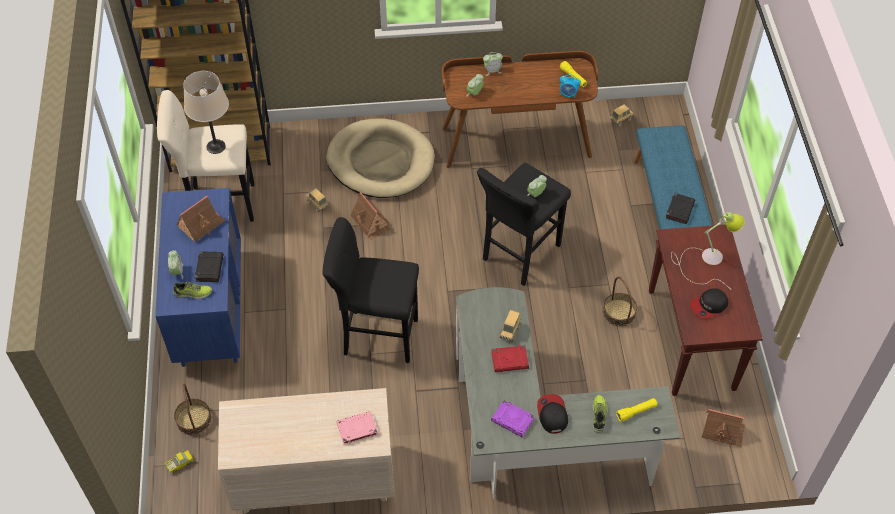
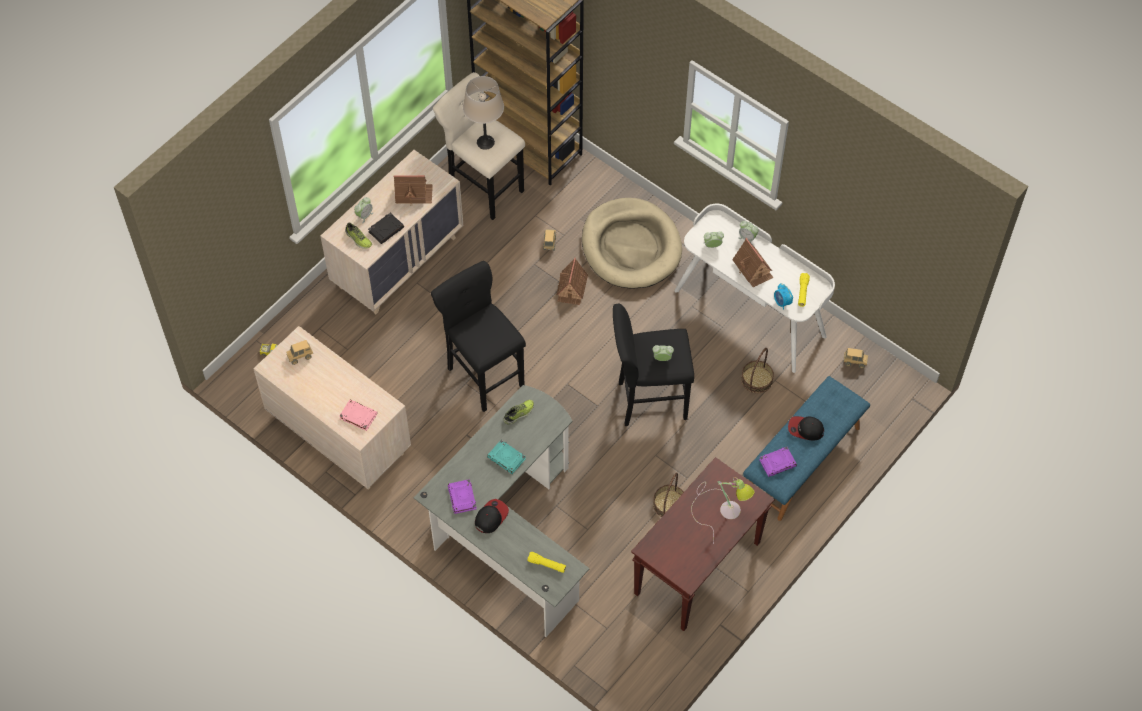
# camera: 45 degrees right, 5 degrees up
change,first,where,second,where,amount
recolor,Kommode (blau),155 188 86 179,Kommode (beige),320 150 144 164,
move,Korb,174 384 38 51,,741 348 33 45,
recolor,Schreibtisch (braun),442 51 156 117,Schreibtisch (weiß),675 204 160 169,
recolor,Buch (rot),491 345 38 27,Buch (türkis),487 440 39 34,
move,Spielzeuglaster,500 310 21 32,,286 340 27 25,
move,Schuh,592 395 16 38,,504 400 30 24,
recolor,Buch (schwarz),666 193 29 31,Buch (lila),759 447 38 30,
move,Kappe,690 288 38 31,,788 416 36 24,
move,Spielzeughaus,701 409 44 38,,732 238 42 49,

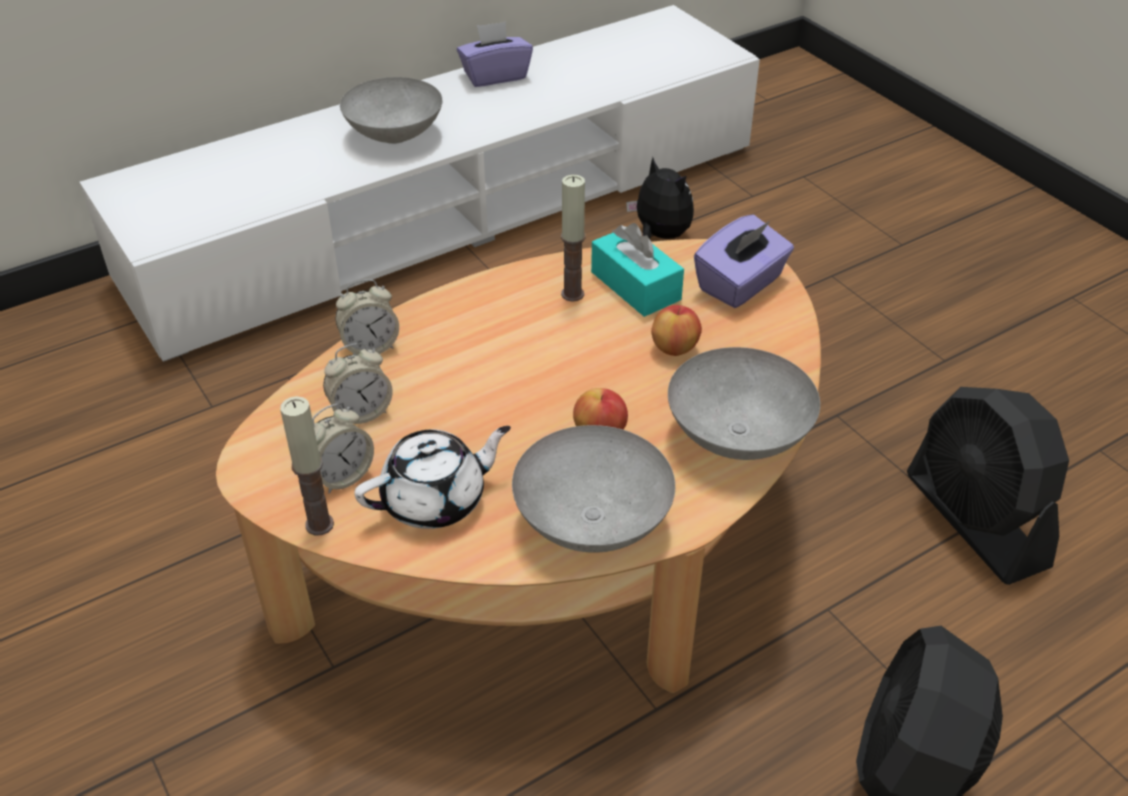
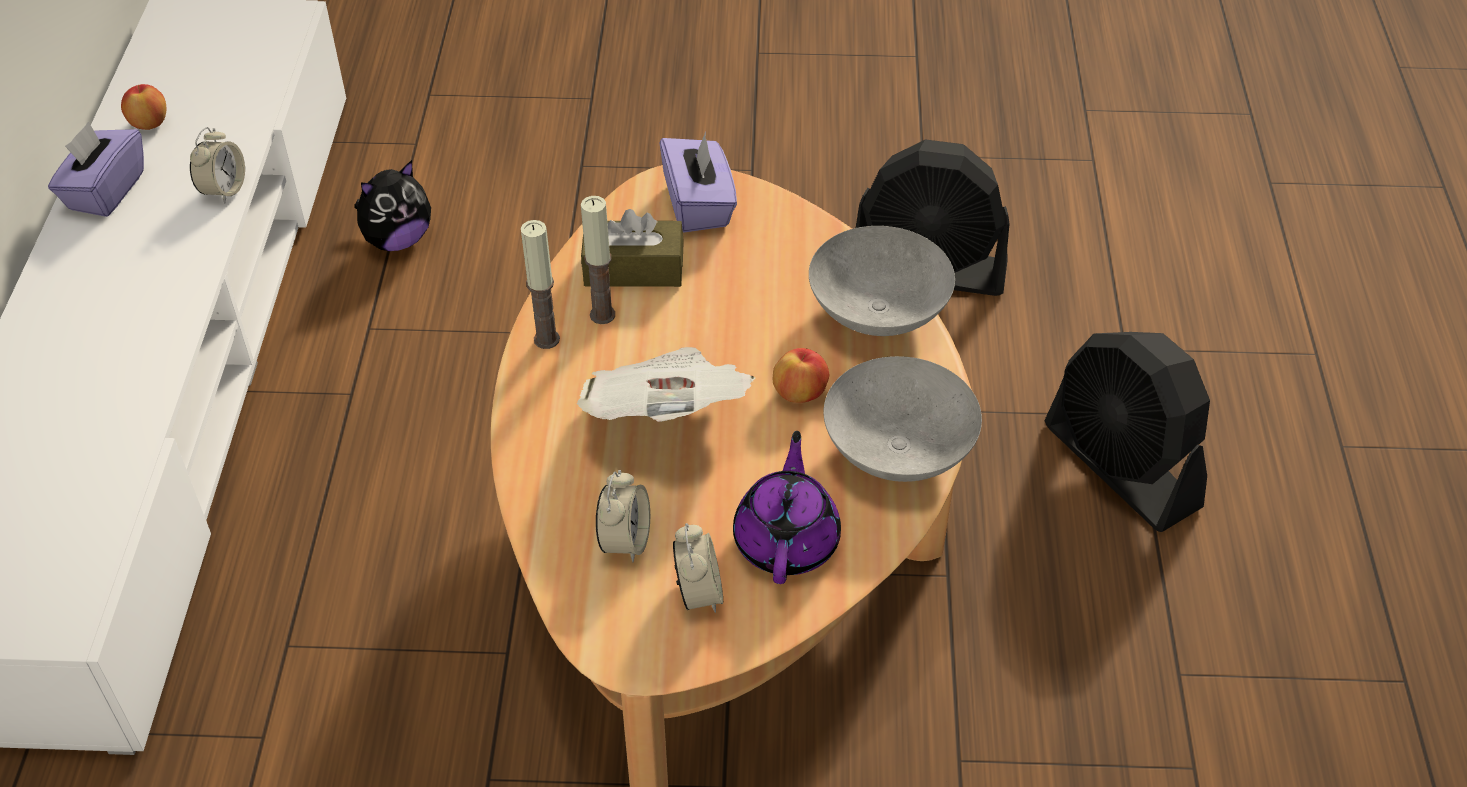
# camera: 55 degrees left, 5 degrees up
change,first,where,second,where,amount
move,Kerze,280 396 54 139,,521 220 39 129,
move,Wecker,336 279 63 76,,190 127 55 77,
delete,Schüssel (grau),340 77 102 67,,,
recolor,Teekanne (weiß),354 426 157 103,Teekanne (lila),733 431 108 153,
recolor,Taschentuchbox (türkis),591 223 93 94,Taschentuchbox (braun),581 209 103 78,
rotate,Plüschtier,626 157 68 82,,354 160 77 91,150 degrees clockwise
move,Apfel,651 305 51 51,,121 84 45 46,
insert,,,Zeitung,577 347 179 75,

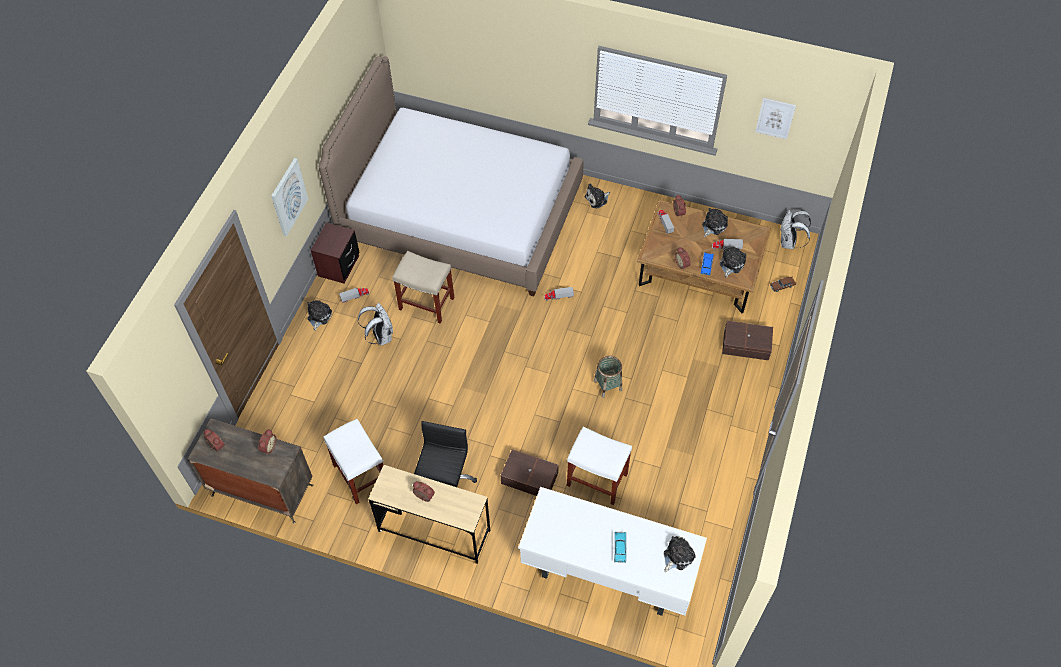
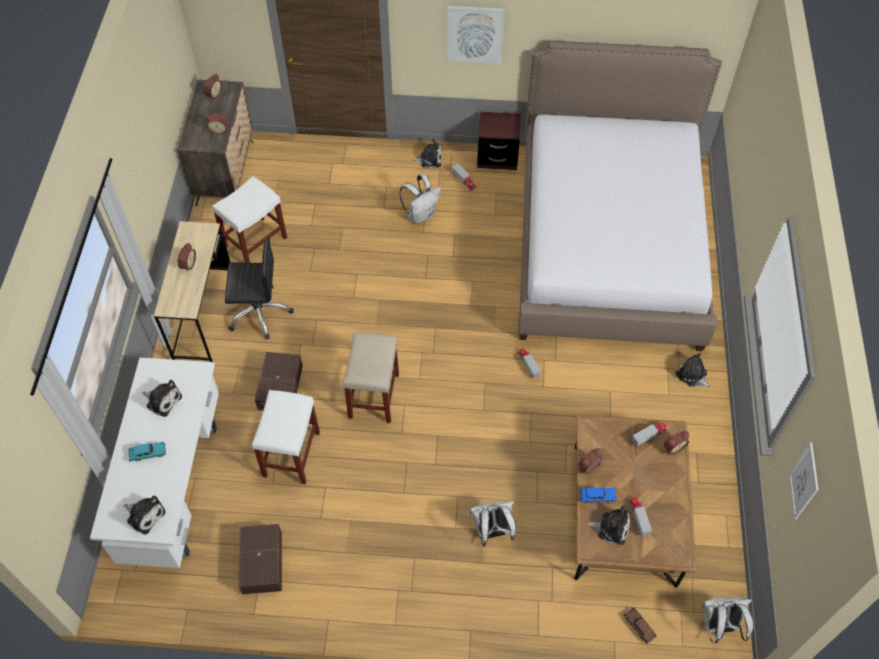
# camera: 75 degrees right, 0 degrees up
change,first,where,second,where,amount
move,Hocker (beige),392 251 62 73,,343 332 56 91,
delete,Korb,594 356 28 42,,,
move,Plüschtier,702 208 26 29,,142 380 40 37,
move,Aufbewahrungsbox (braun),722 321 51 39,,239 524 43 70,
insert,,,Rucksack (weiß),470 501 46 45,

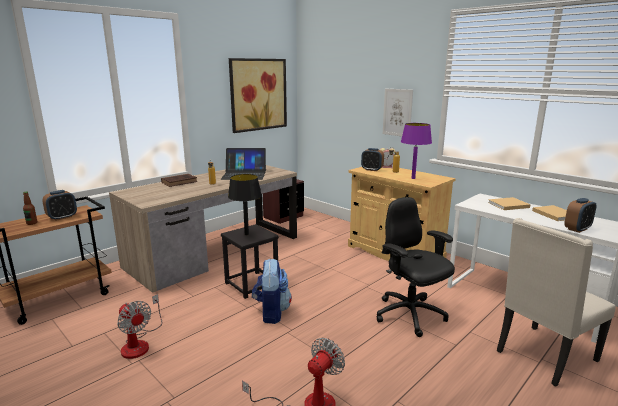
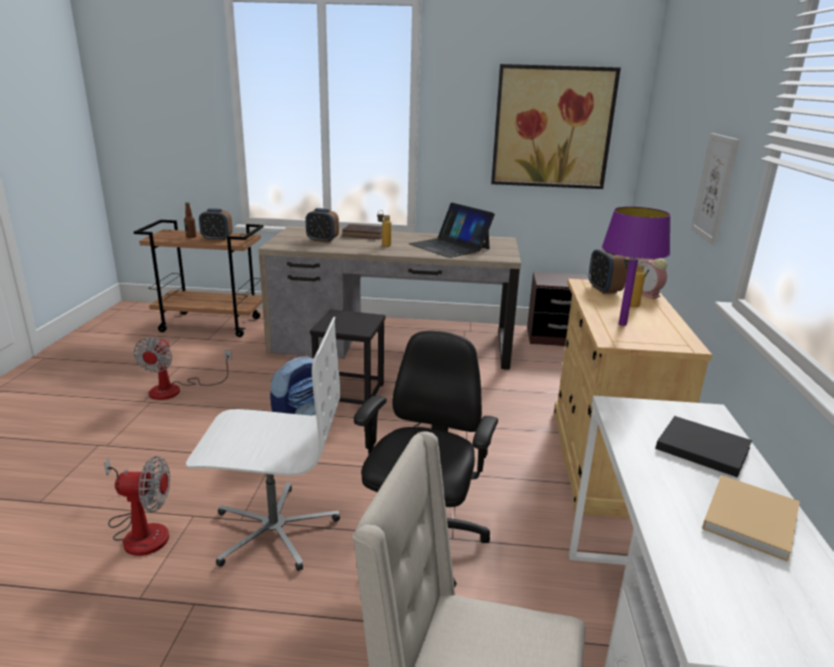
# camera: 50 degrees right, 5 degrees up
change,first,where,second,where,amount
delete,Tischlampe (schwarz),228 174 34 61,,,
recolor,Buch (beige),488 197 43 13,Buch (schwarz),655 416 97 62,
move,Wecker,564 198 33 35,,306 208 33 35,
insert,,,Bürostuhl (weiß),186 317 154 254,

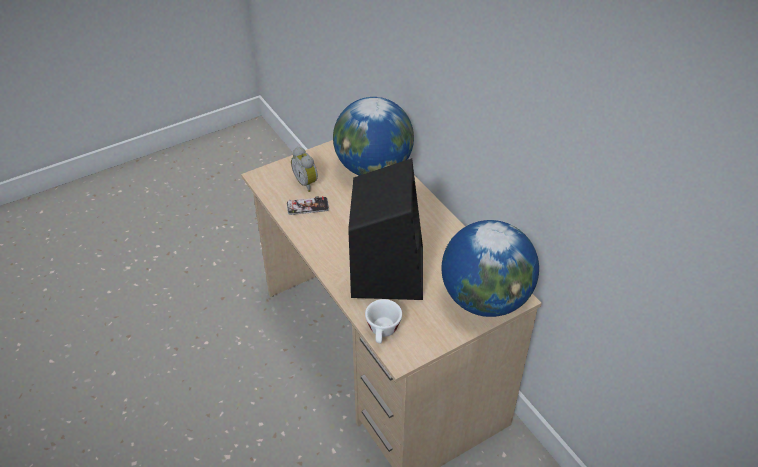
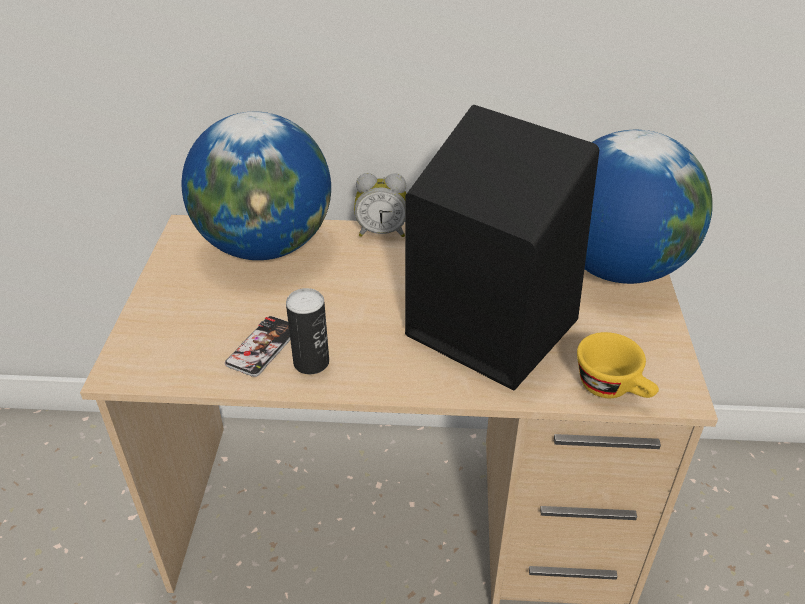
# camera: 55 degrees left, 5 degrees down
change,first,where,second,where,amount
move,Wecker,291 147 27 45,,354 173 53 64,
recolor,Tasse (weiß),365 299 37 44,Tasse (gelb),577 332 82 66,
insert,,,Dose,286 288 43 86,

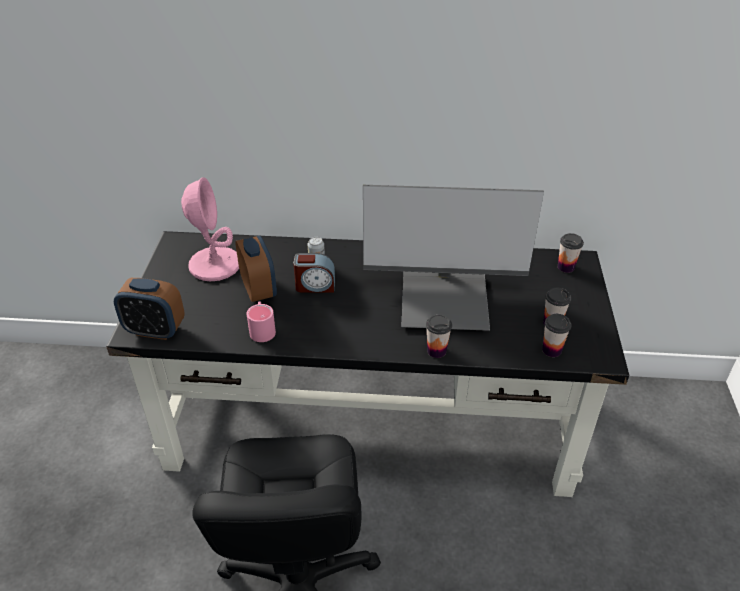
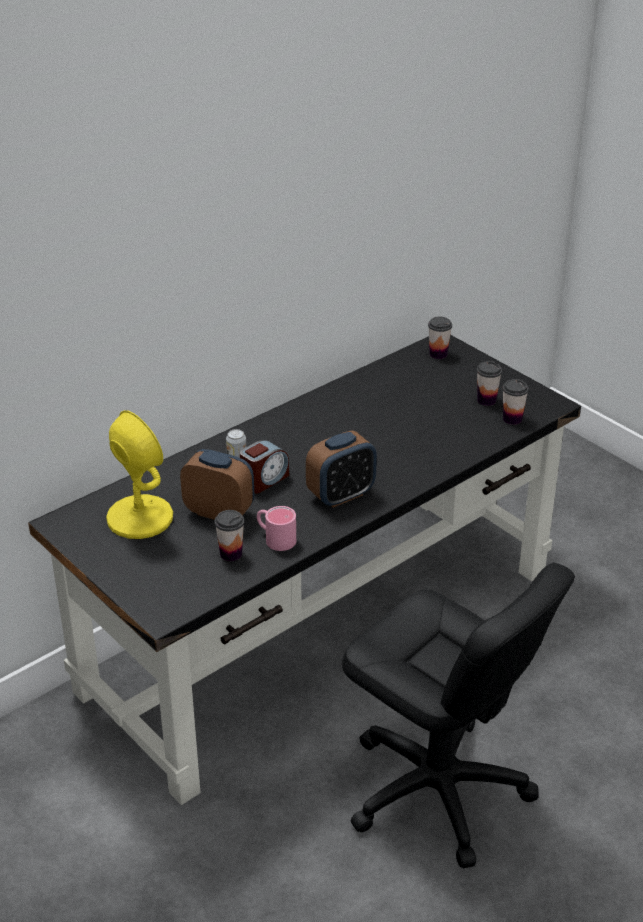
# camera: 45 degrees left, 5 degrees down
change,first,where,second,where,amount
move,Wecker,114 278 71 62,,306 431 71 77,
recolor,Tischlampe (rosa),181 177 58 104,Tischlampe (gelb),106 410 67 129,
delete,Monitor,363 185 181 146,,,
move,Tasse,426 314 26 44,,214 510 30 51,

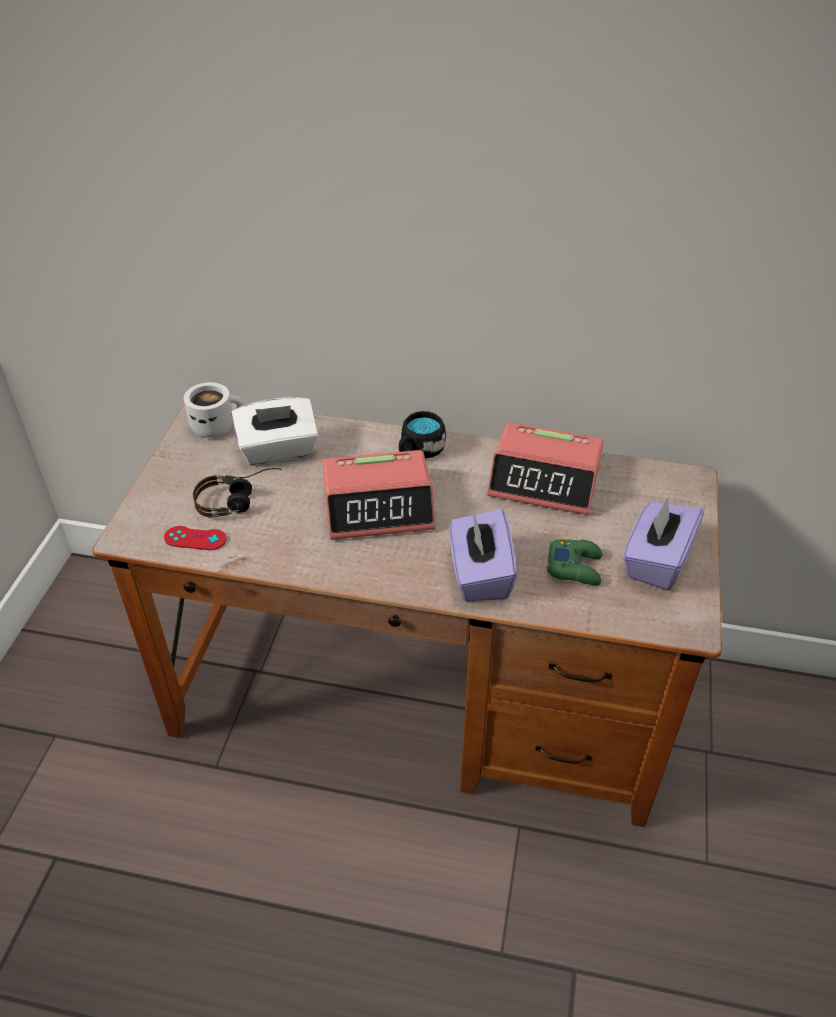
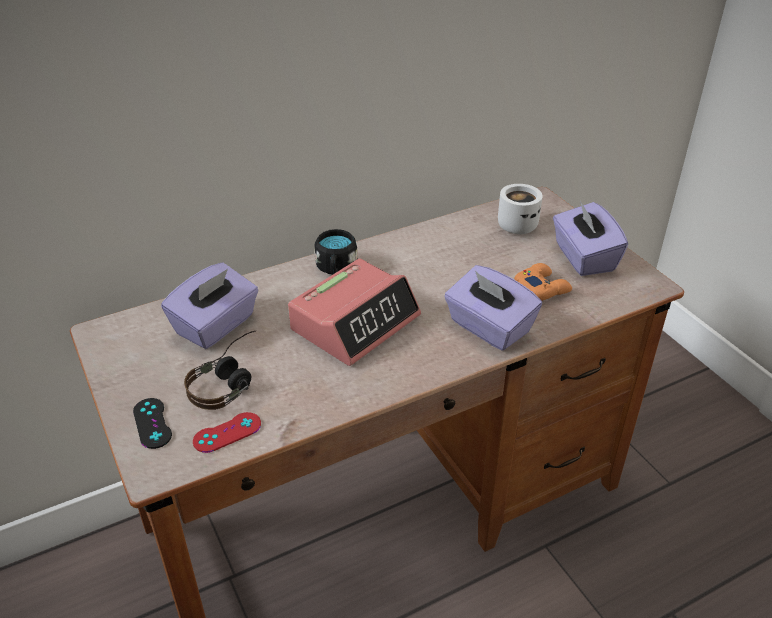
# camera: 40 degrees left, 5 degrees down
change,first,where,second,where,amount
move,Henkelbecher (weiß),184 382 60 56,,498 184 45 50,
recolor,Taschentuchbox (weiß),232 397 86 69,Taschentuchbox (lila),161 263 98 86,
delete,Wecker,487 422 117 93,,,
recolor,Gamepad (grün),547 539 55 46,Gamepad (orange),514 263 58 38,
insert,,,Gamepad (schwarz),133 398 39 51,

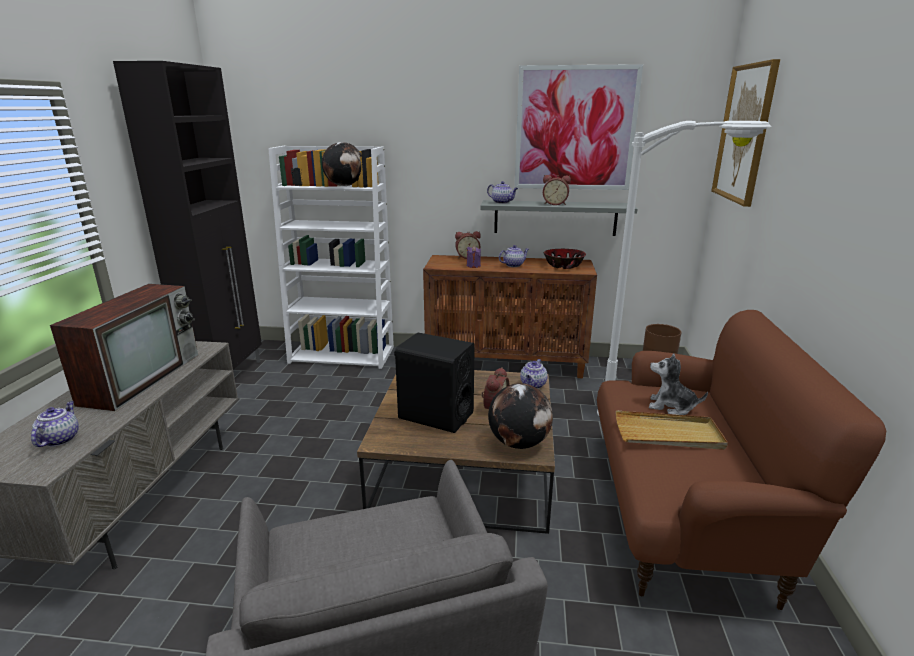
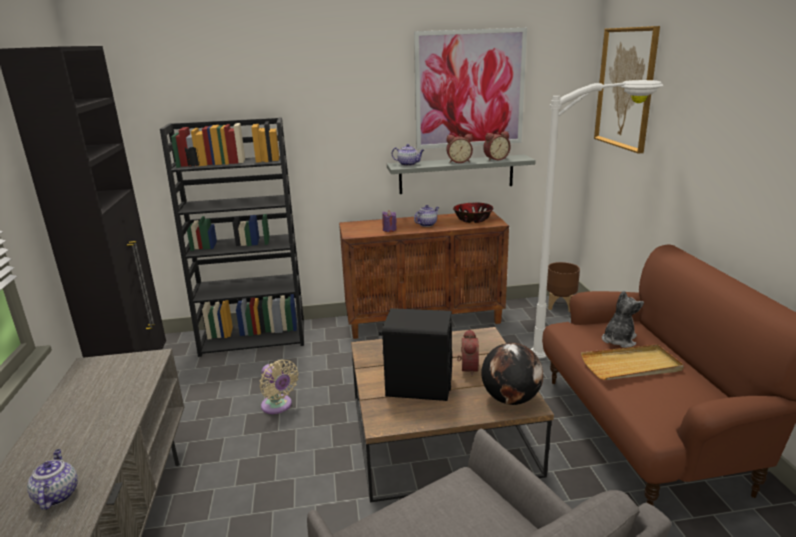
# camera: 15 degrees left, 0 degrees up
change,first,where,second,where,amount
delete,Fernseher,50 284 148 127,,,
recolor,Bücherregal (weiß),268 146 126 223,Bücherregal (schwarz),160 117 144 240,
delete,Globus,322 142 40 44,,,
move,Wecker,455 231 26 28,,483 131 28 30,
delete,Teekanne,520 359 28 30,,,
rotate,Plüschtier,649 353 59 62,,602 290 42 58,120 degrees clockwise
insert,,,Ventilator (beige),260 359 39 55,

